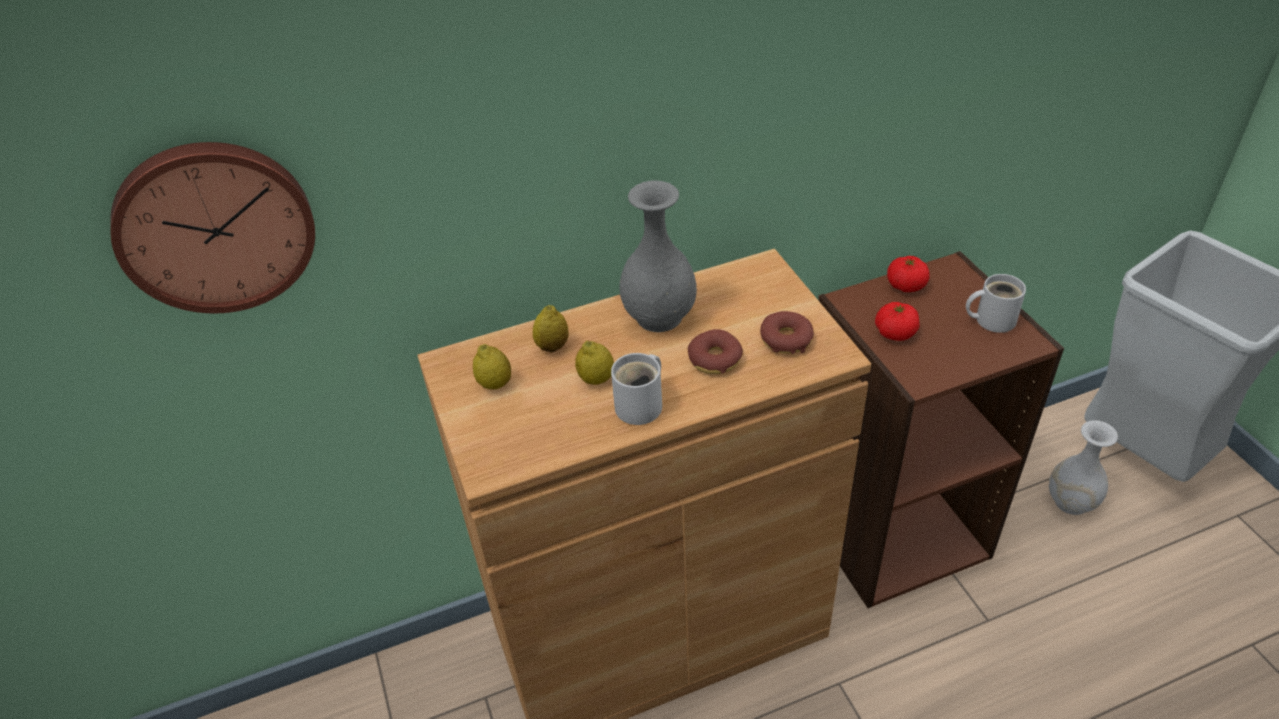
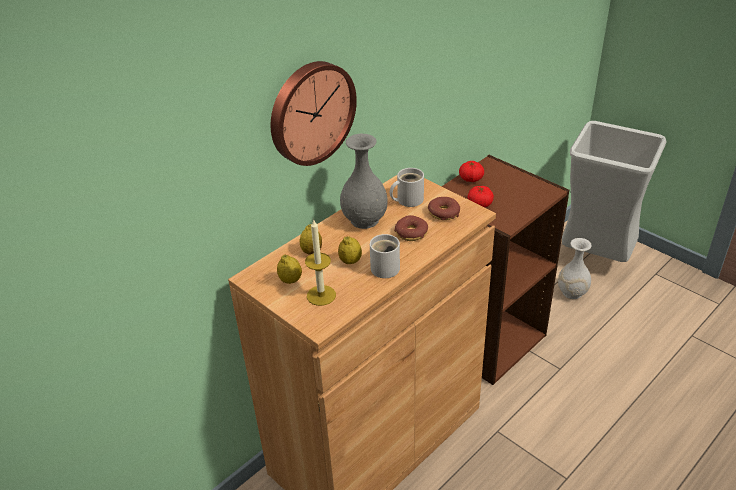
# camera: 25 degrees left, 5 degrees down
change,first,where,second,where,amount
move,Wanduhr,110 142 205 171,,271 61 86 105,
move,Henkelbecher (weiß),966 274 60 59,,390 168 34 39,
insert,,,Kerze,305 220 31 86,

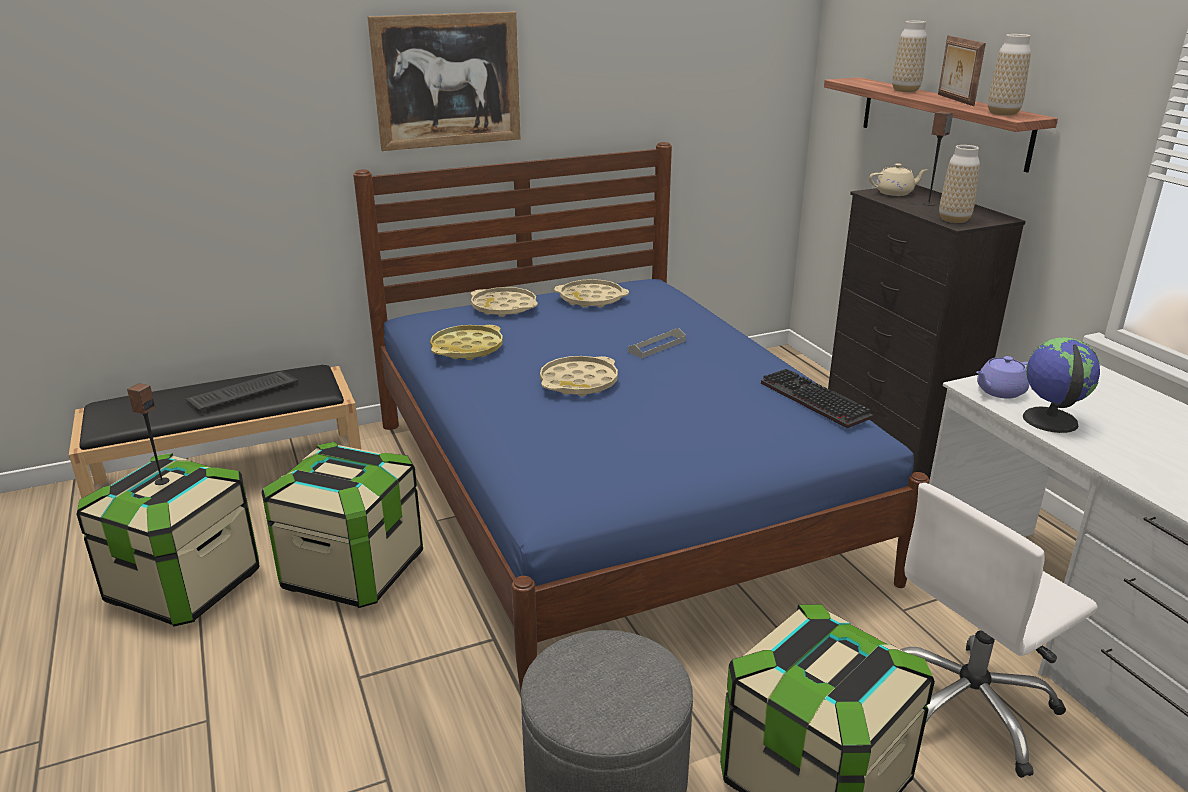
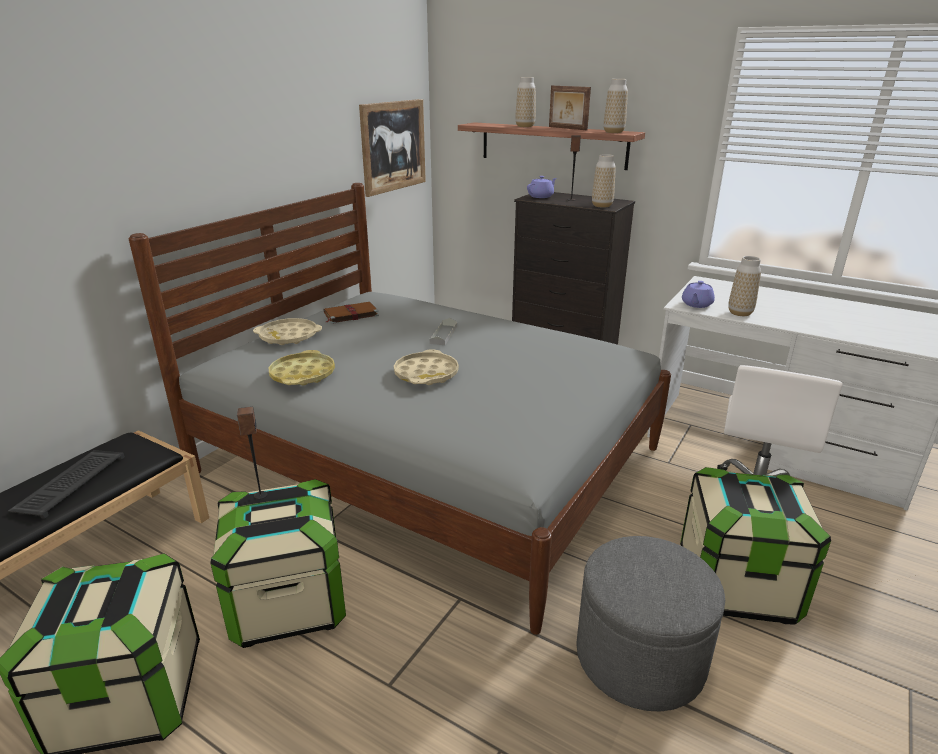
# camera: 35 degrees left, 0 degrees up
change,first,where,second,where,amount
move,Lautsprecher,127 383 43 102,,237 407 30 92,
recolor,Bett (blau),353 142 576 551,Bett (grau),129 183 542 452,
move,Bild,367 12 154 139,,359 99 67 98,
replace,Tablett (beige),554 279 75 29,Buch (braun),324 302 55 22,
delete,Tastatur,761 369 112 59,,,
recolor,Teekanne (beige),869 163 60 33,Teekanne (lila),527 176 30 22,
replace,Globus,1023 337 77 96,Vase,728 256 33 60,

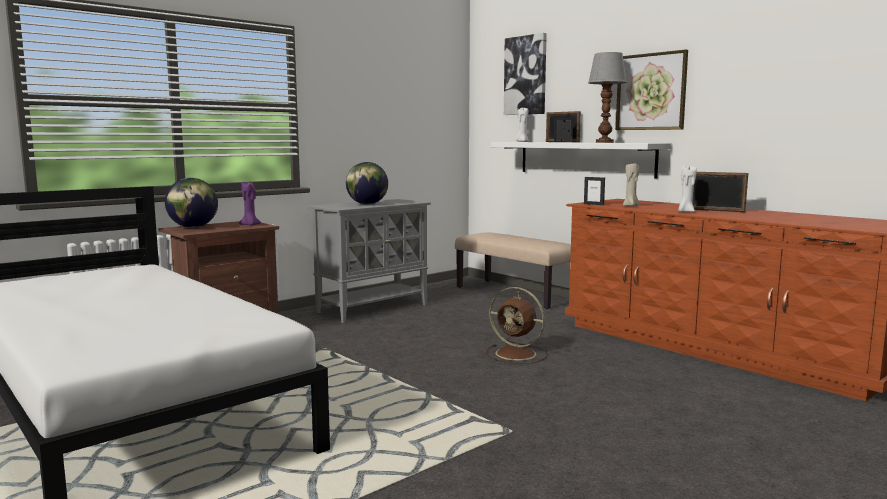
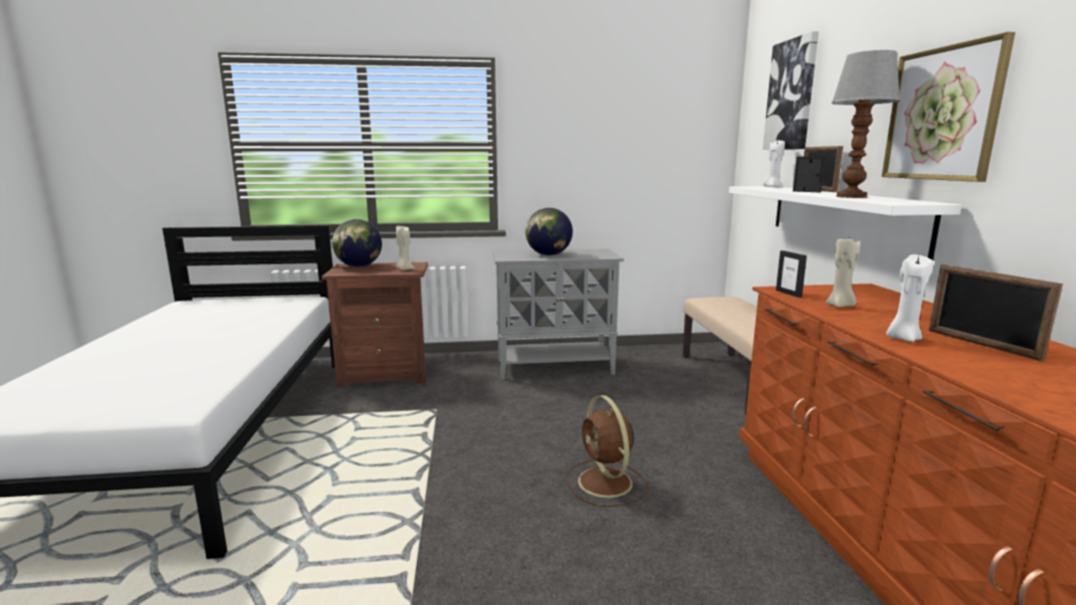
# camera: 35 degrees right, 5 degrees up
change,first,where,second,where,amount
recolor,Kerze (lila),239 182 22 43,Kerze (beige),396 226 19 44,

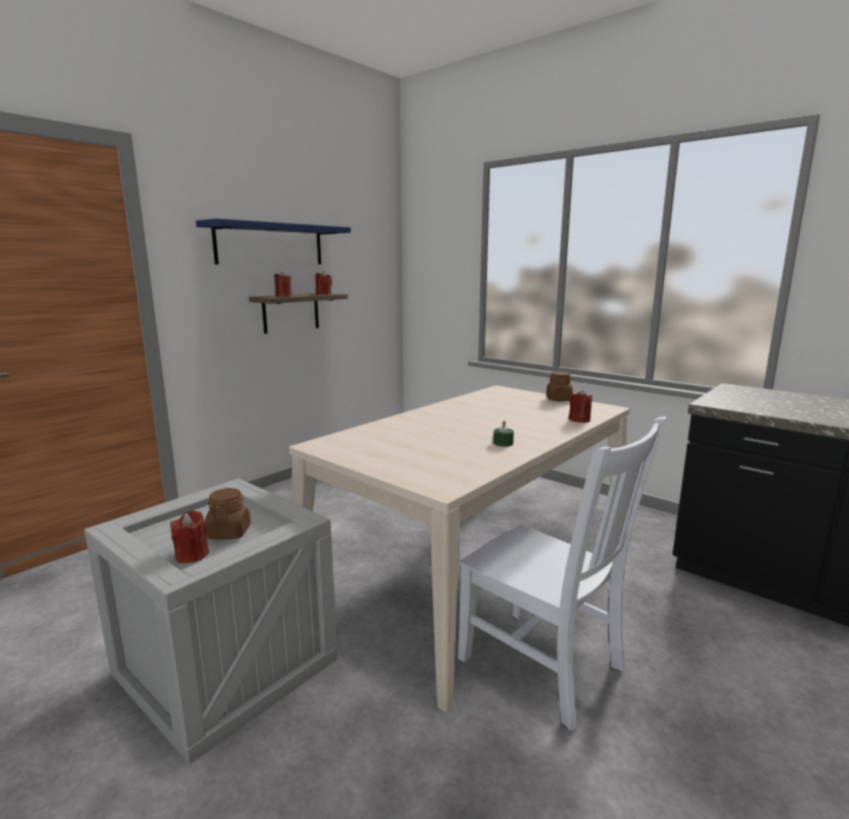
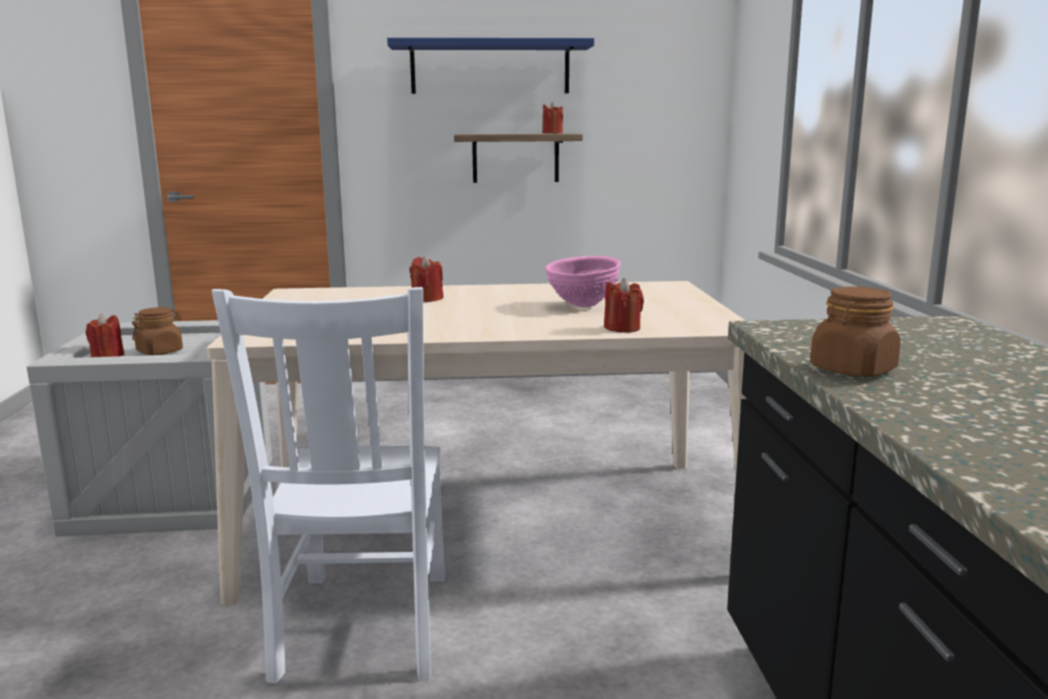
# camera: 45 degrees right, 0 degrees up
change,first,where,second,where,amount
move,Kerze (rot),274 272 18 25,,410 256 33 46,
delete,Kerze (grün),493 421 21 26,,,
move,Vorratsglas (braun),546 371 27 31,,810 286 91 91,
insert,,,Schüssel (rosa),545 256 76 52,

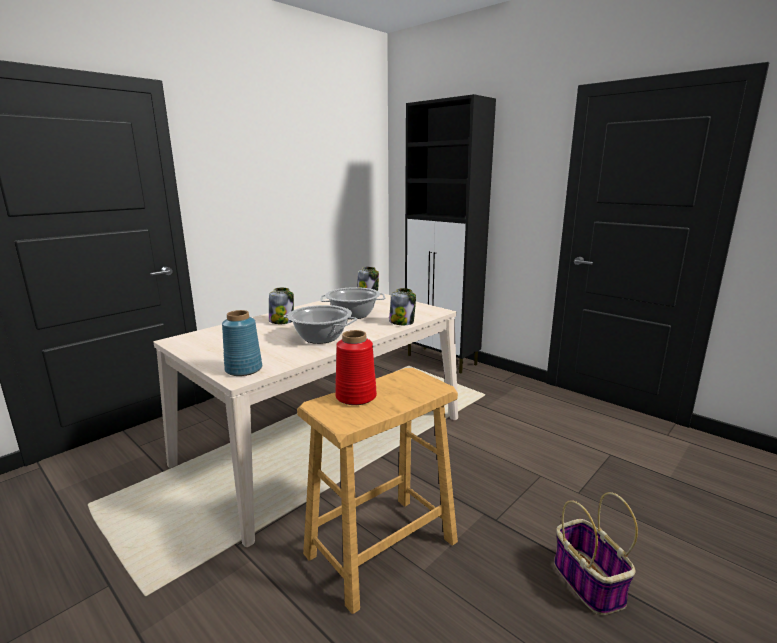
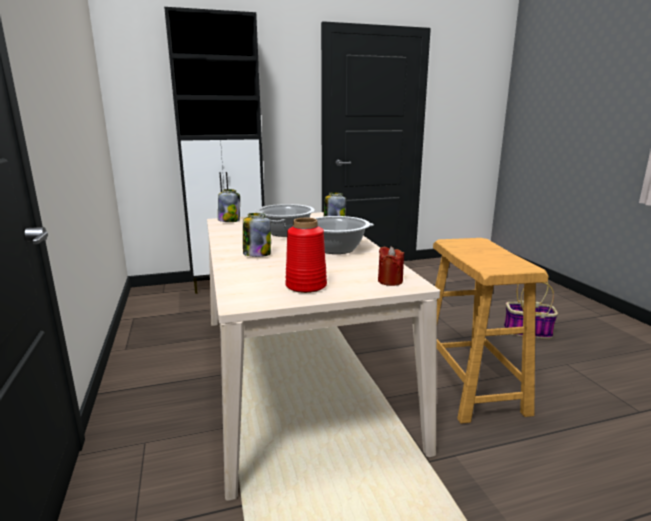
# camera: 60 degrees left, 0 degrees up
change,first,where,second,where,amount
replace,Vase (blau),222 310 40 66,Kerze (rot),378 246 26 40,
move,Vase (rot),335 330 42 75,,285 218 42 75,

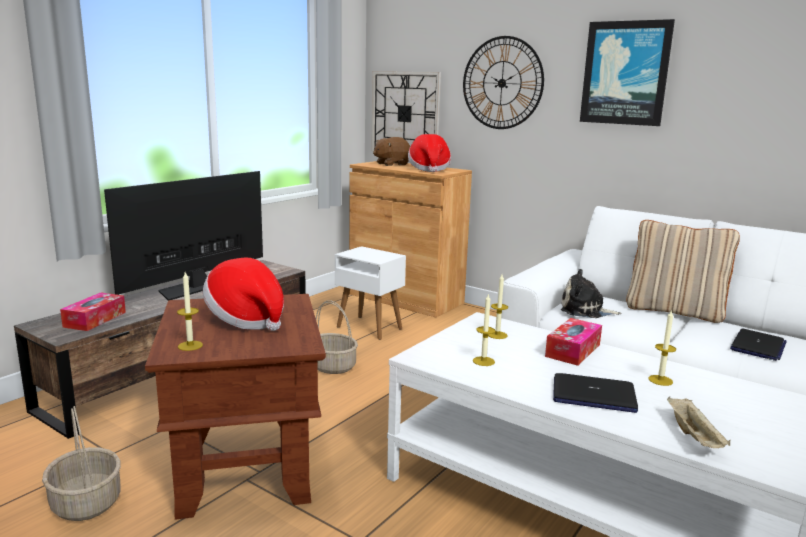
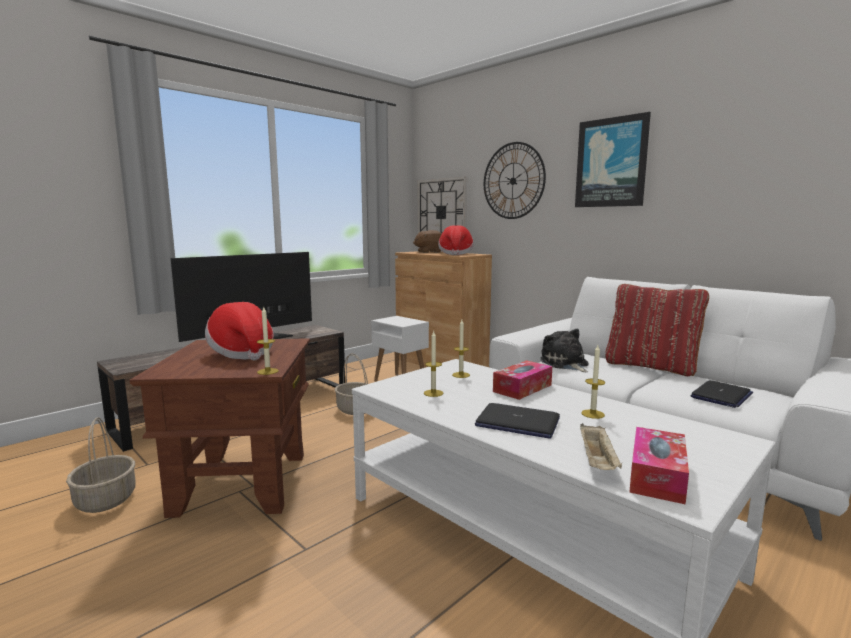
# camera: 10 degrees right, 5 degrees down
change,first,where,second,where,amount
move,Taschentuchbox,60 292 66 39,,629 427 60 78,
move,Kerze,177 272 26 79,,257 307 22 68,
rotate,Plüschtier,561 269 61 49,,541 329 48 43,45 degrees clockwise
recolor,Kissen (beige),626 220 114 103,Kissen (rot),605 284 104 92,

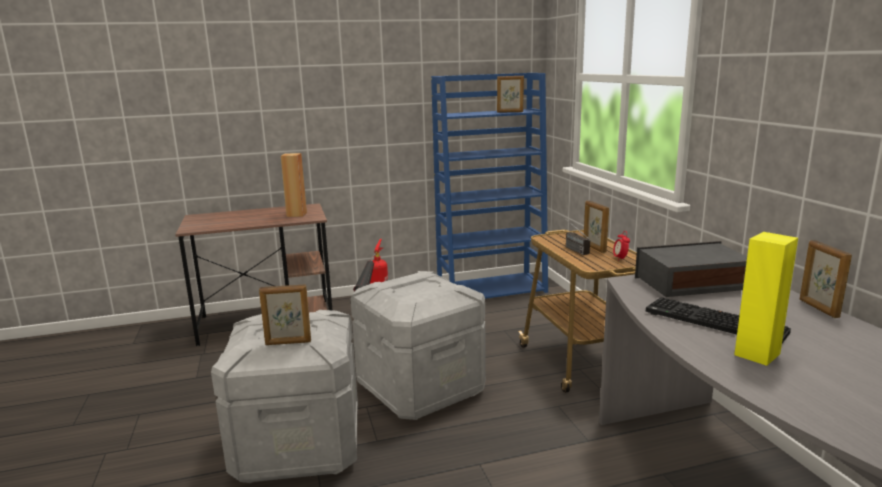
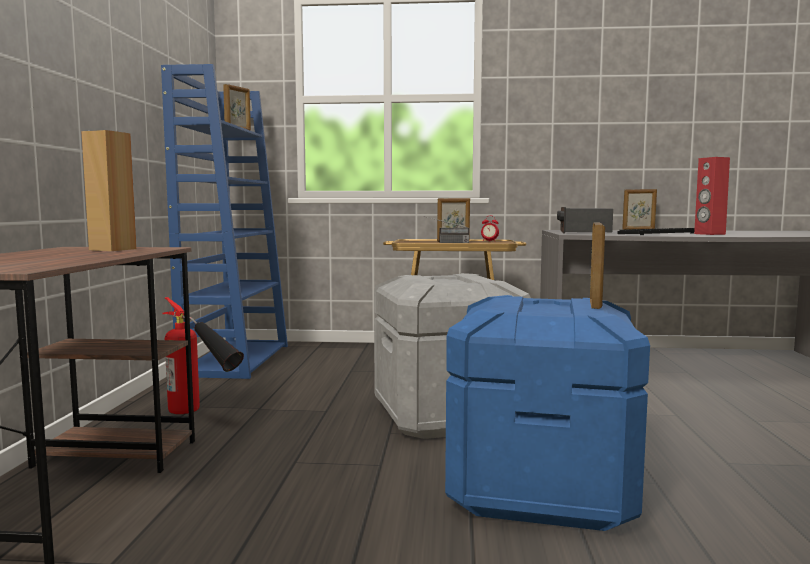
# camera: 70 degrees left, 10 degrees down
change,first,where,second,where,amount
recolor,Aufbewahrungsbox (grau),211 310 147 173,Aufbewahrungsbox (blau),445 295 205 236,
recolor,Lautsprecher (gelb),734 232 64 134,Lautsprecher (rot),694 157 36 78,

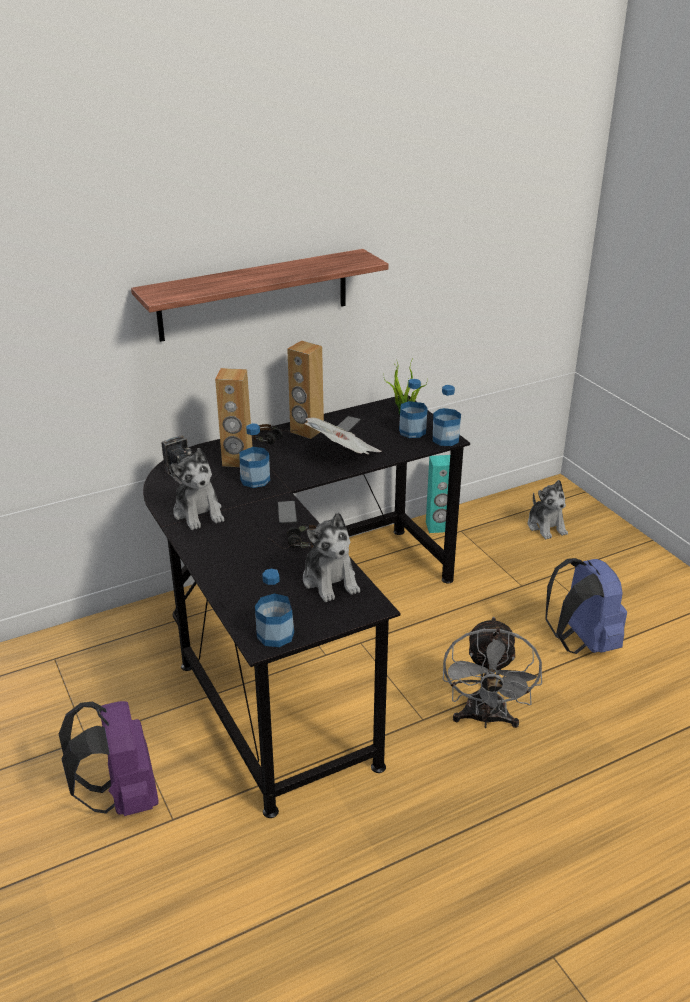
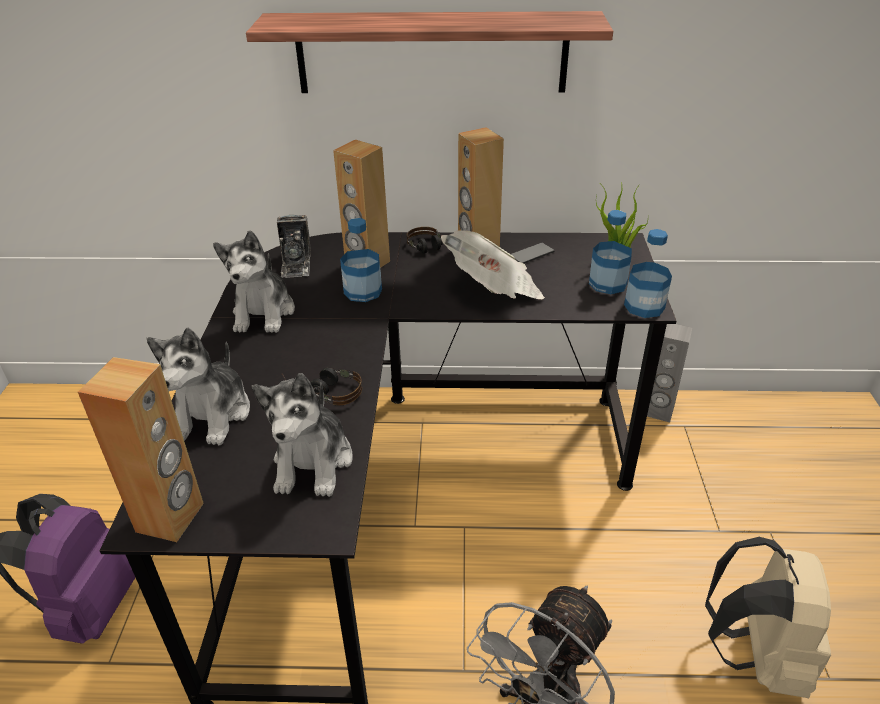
# camera: 30 degrees right, 5 degrees up
change,first,where,second,where,amount
replace,Flasche,255 569 39 78,Lautsprecher (braun),78 357 126 185,
delete,Handy,278 501 19 23,,,
recolor,Lautsprecher (türkis),426 455 24 78,Lautsprecher (grau),647 324 45 98,
move,Plüschtier,528 480 40 59,,146 327 104 118,
recolor,Rucksack (blau),545 558 82 96,Rucksack (beige),705 537 126 161,

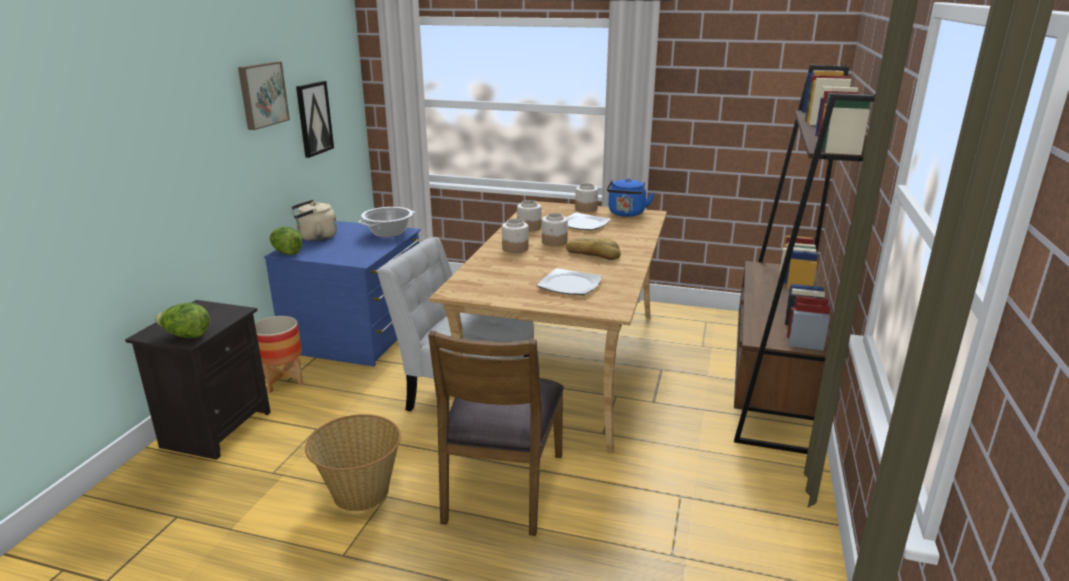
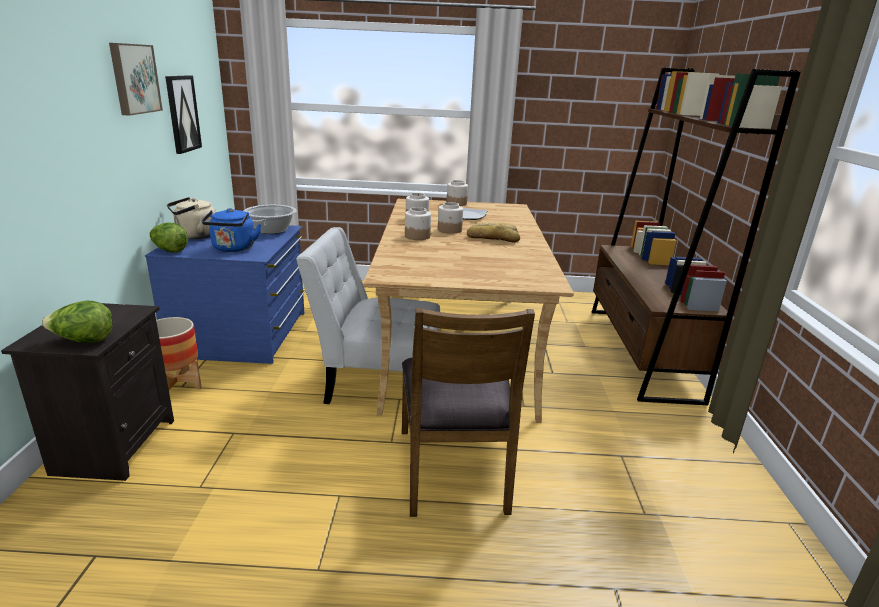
# camera: 15 degrees left, 0 degrees up
change,first,where,second,where,amount
delete,Korb,305 414 96 97,,,
delete,Teller,537 268 65 27,,,
move,Wasserkessel (blau),607 178 47 39,,202 208 59 44,

